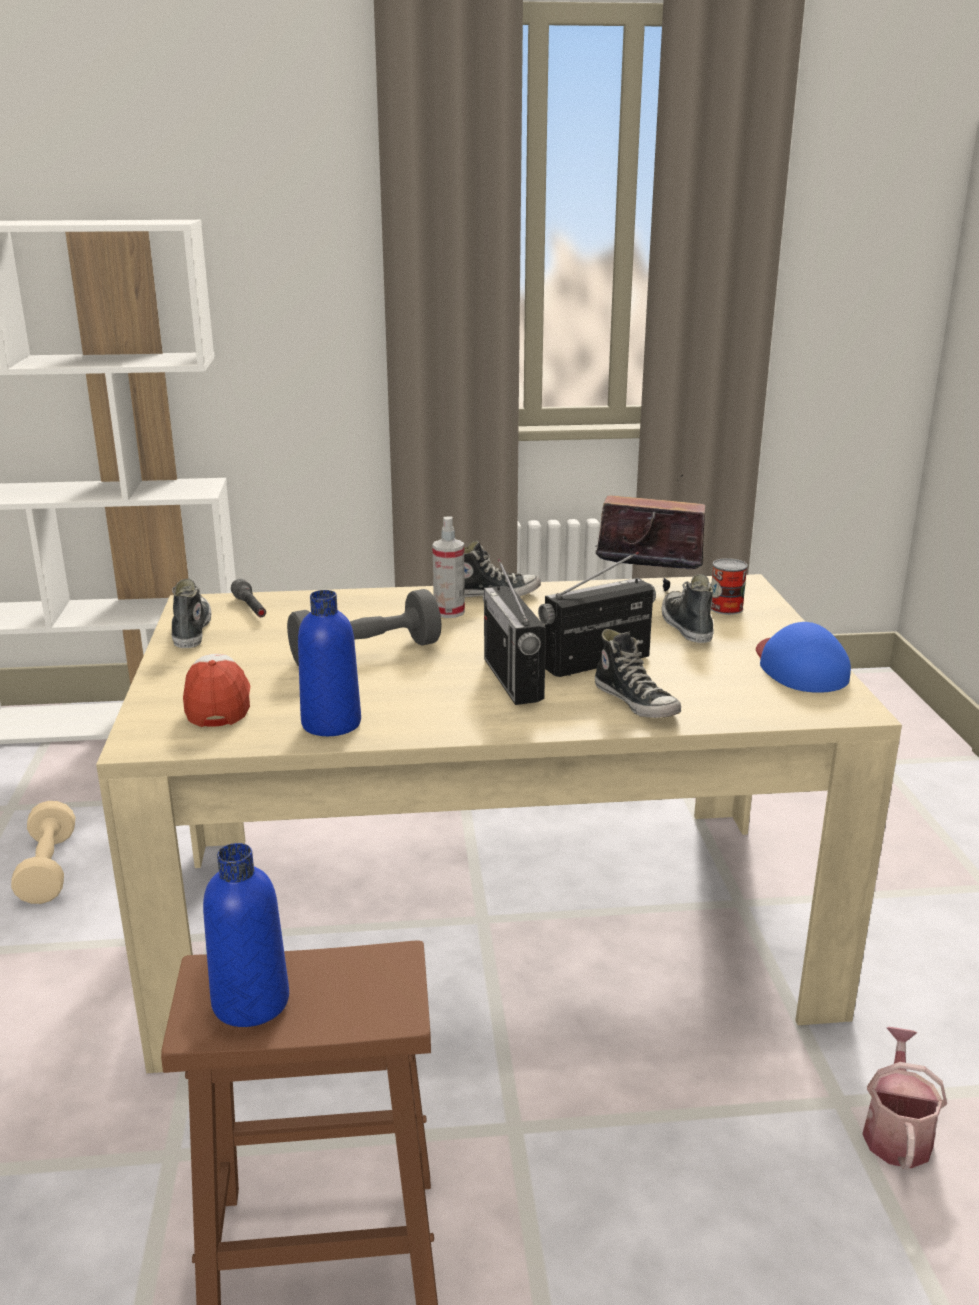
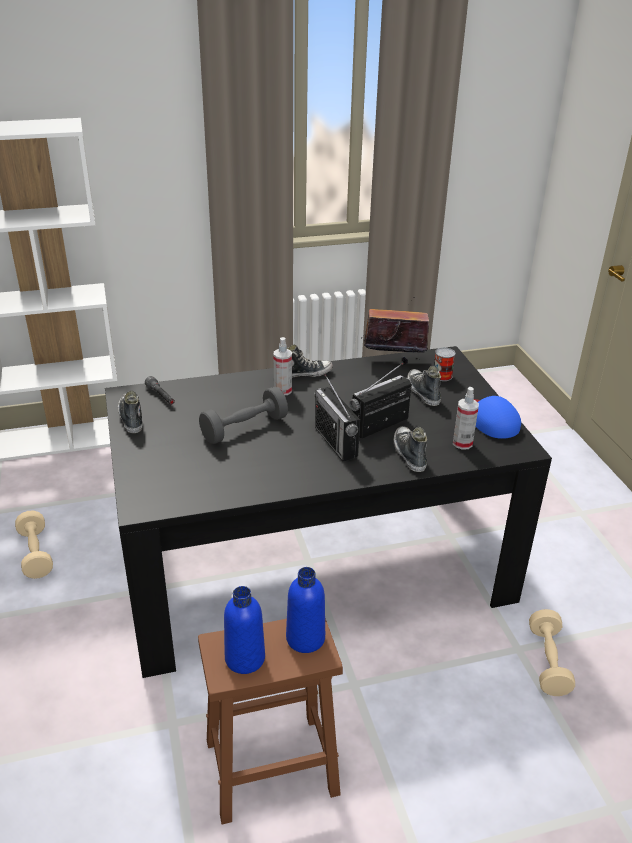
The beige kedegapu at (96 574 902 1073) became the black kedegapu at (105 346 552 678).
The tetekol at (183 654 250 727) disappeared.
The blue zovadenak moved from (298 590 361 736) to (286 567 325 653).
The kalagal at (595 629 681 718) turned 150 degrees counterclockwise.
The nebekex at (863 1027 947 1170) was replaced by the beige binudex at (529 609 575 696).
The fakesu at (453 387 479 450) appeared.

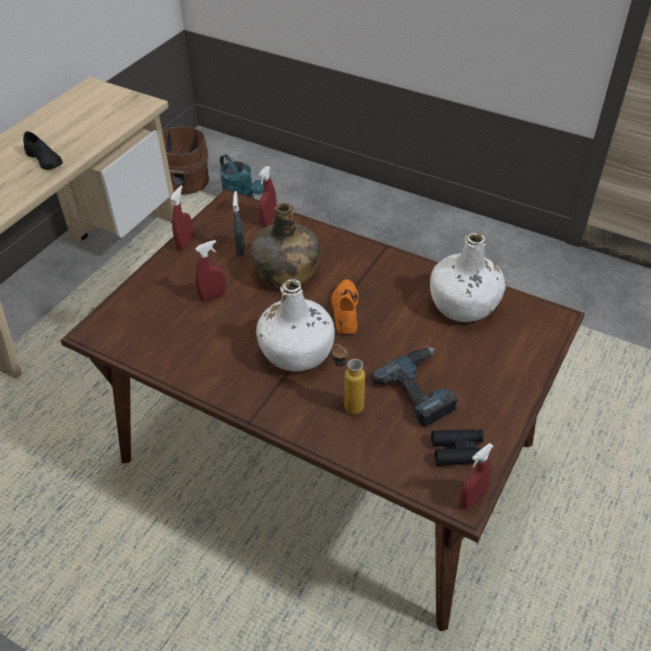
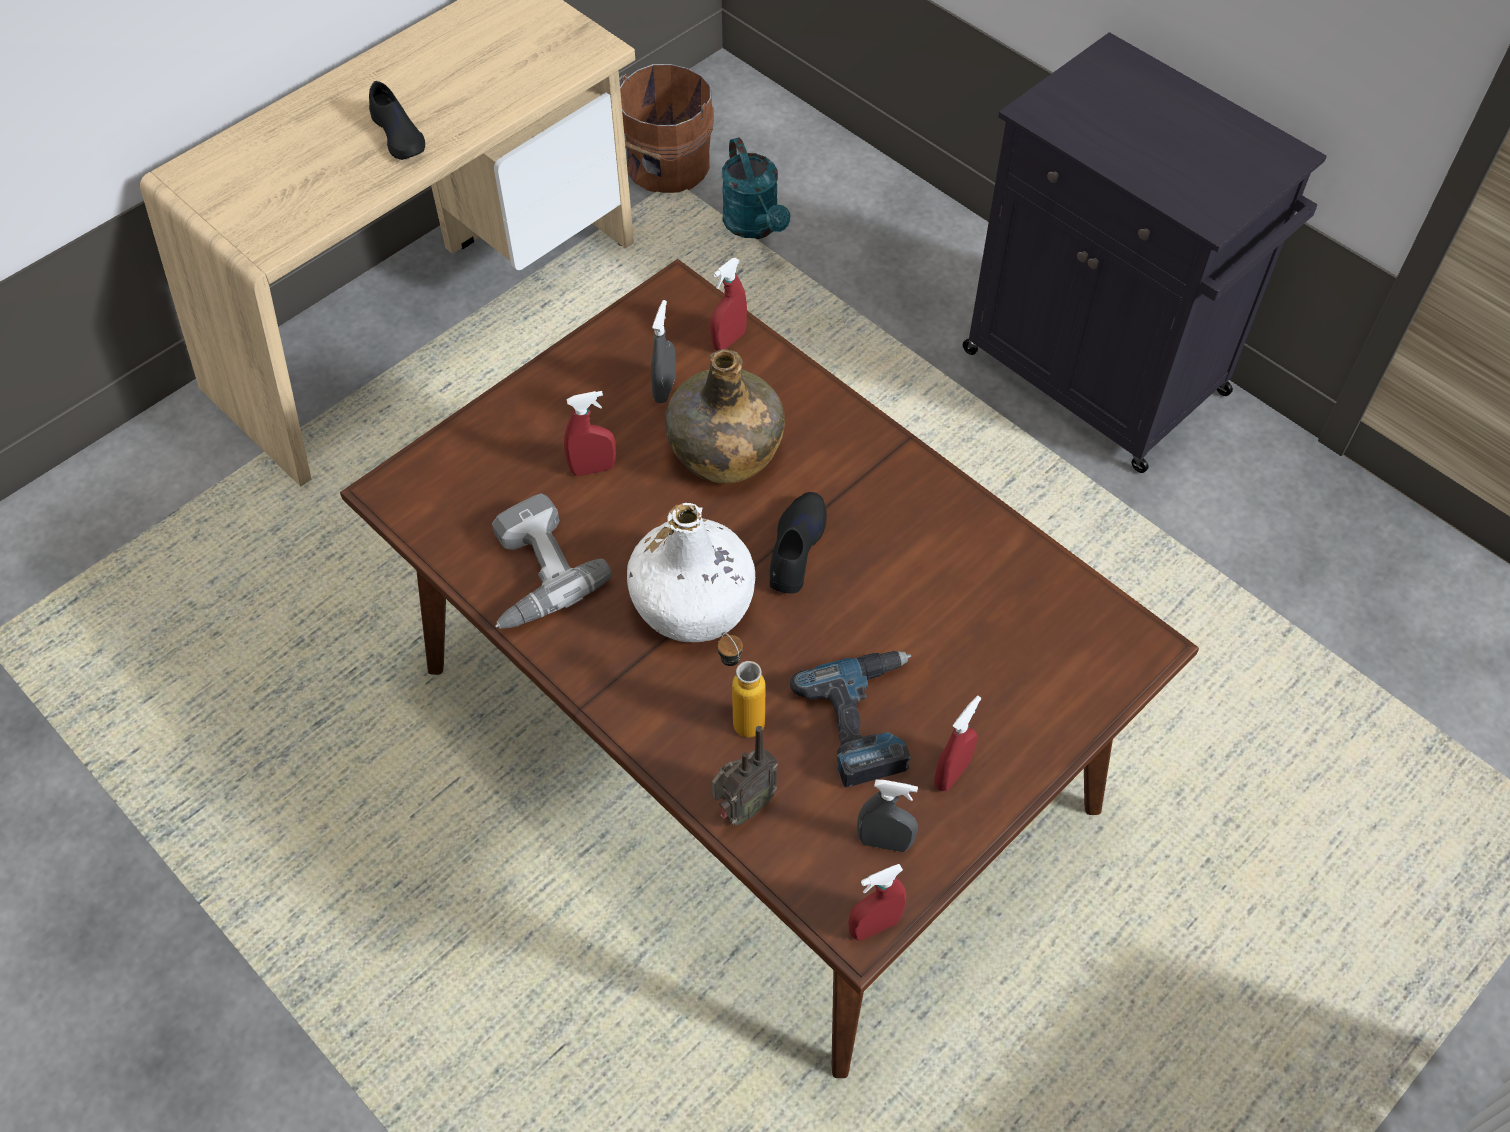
The red fakesu moved from (170 186 193 250) to (934 696 981 791).
The orange kalagal at (331 279 358 334) became the black kalagal at (770 492 827 594).
The white zovadenak at (430 233 506 322) disappeared.
The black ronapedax at (431 429 484 466) was replaced by the grey fakesu at (857 780 918 852).
The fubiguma at (492 493 612 629) appeared.
The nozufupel at (712 726 778 826) appeared.
The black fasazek at (963 32 1327 473) appeared.

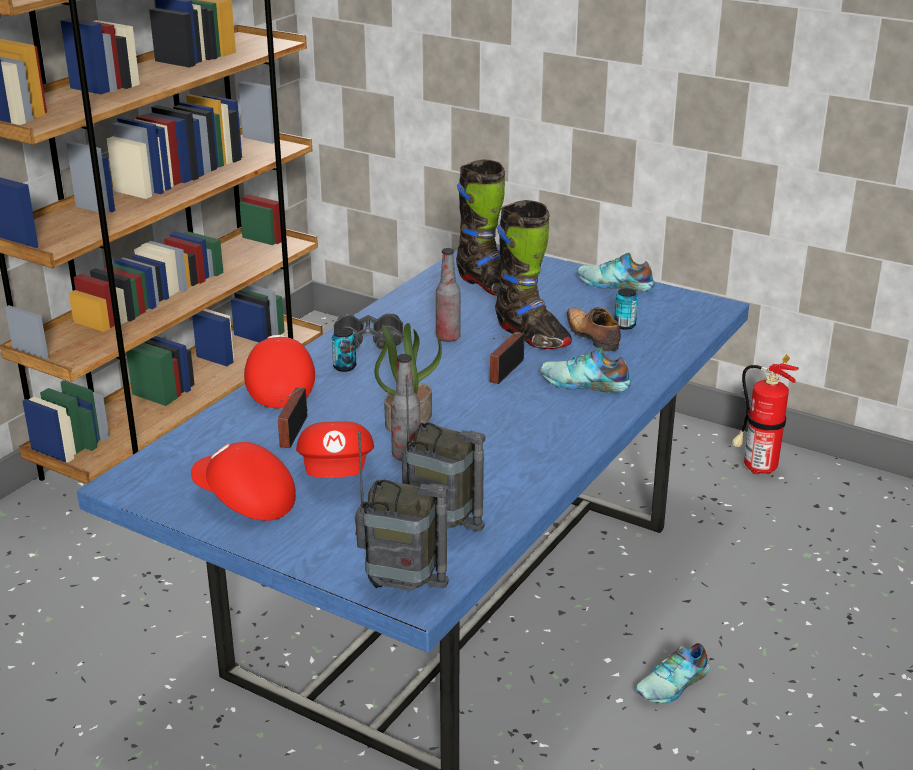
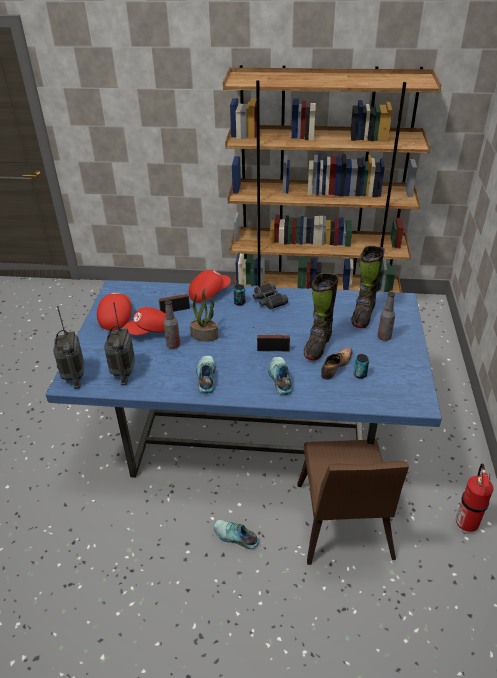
The zovadenak moved from (436 248 461 342) to (378 292 395 341).
The kalagal moved from (577 253 655 292) to (196 356 215 394).
The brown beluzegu at (297 439 409 565) appeared.

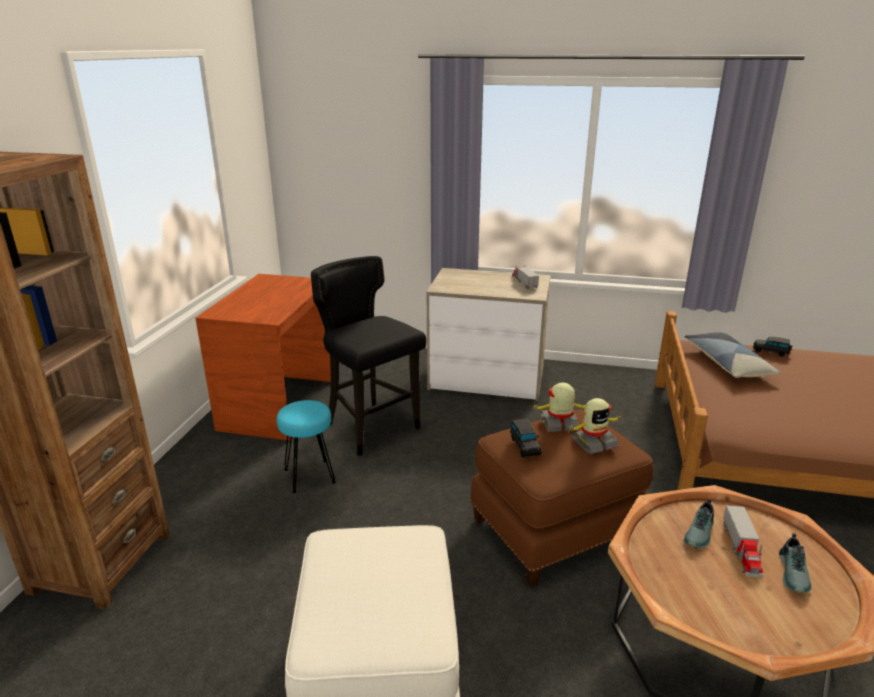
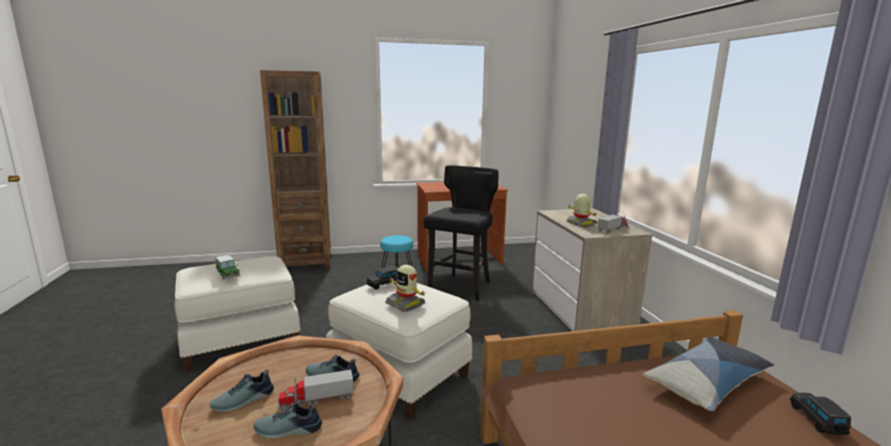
The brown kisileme at (470 410 654 587) became the white kisileme at (326 283 473 419).
The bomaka moved from (531 383 586 432) to (566 194 597 227).
The kalagal at (209 369 274 412) appeared.
The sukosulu at (215 254 240 280) appeared.

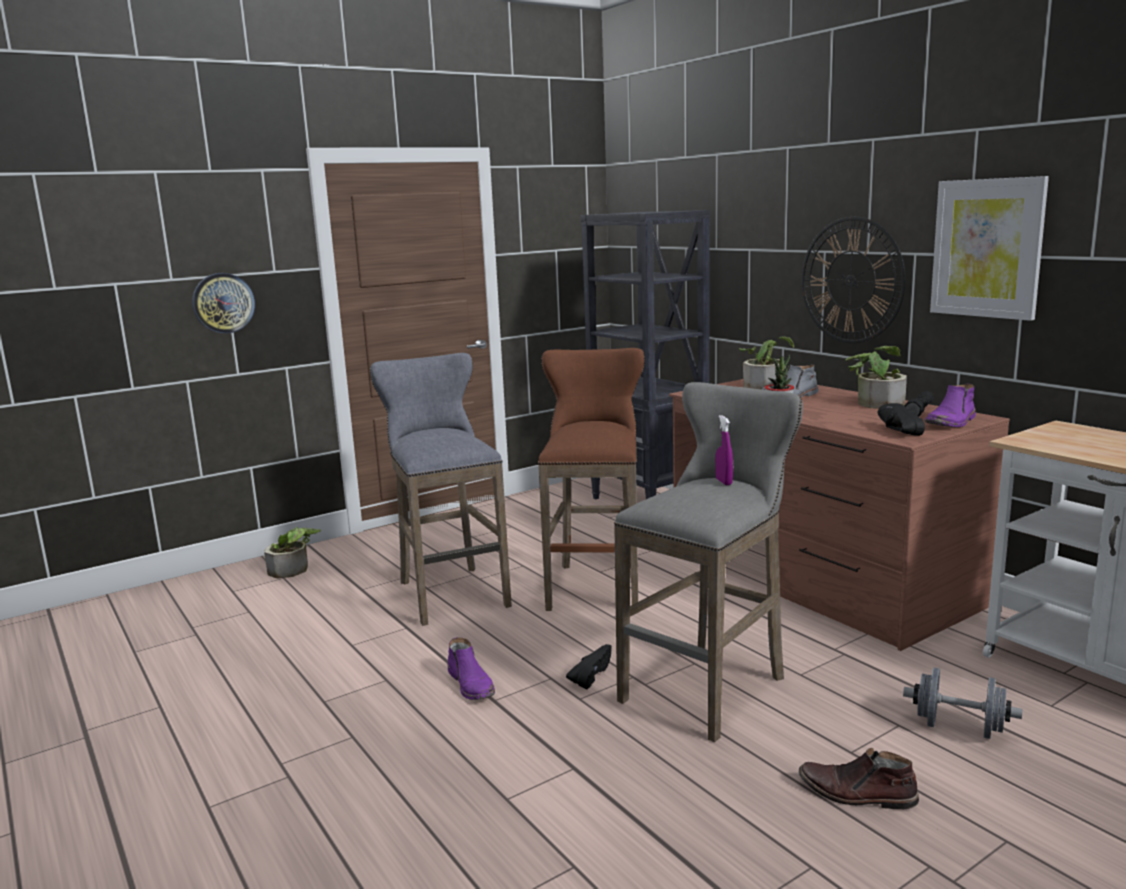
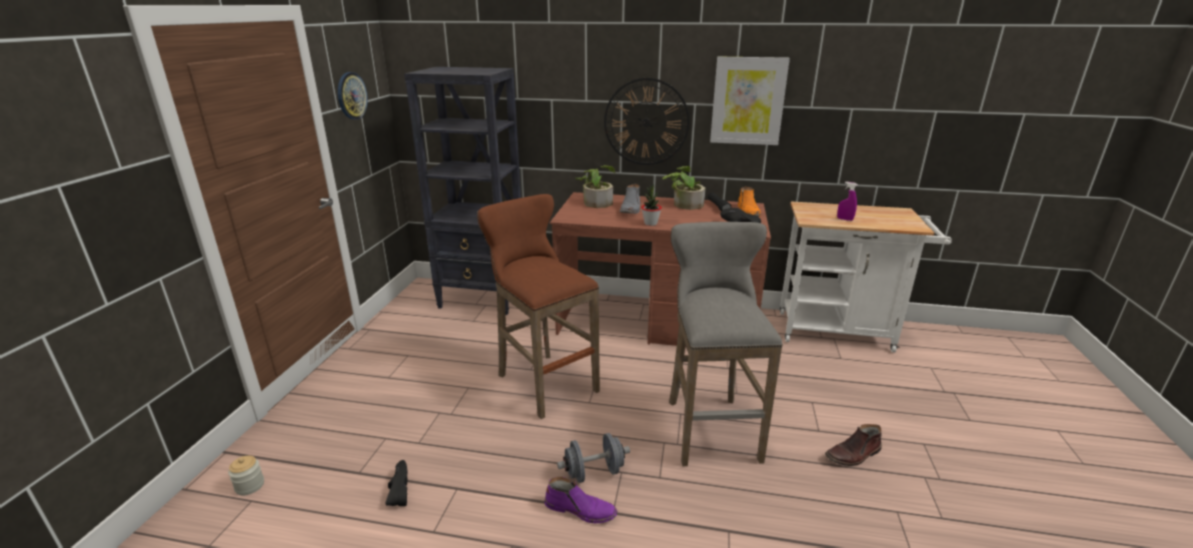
The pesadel moved from (192 273 255 333) to (338 72 368 119).
The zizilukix at (264 527 321 578) was replaced by the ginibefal at (228 456 264 496).
The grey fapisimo at (370 353 512 626) disappeared.
The black kalagal moved from (566 644 611 689) to (386 460 407 506).
The purple fakesu moved from (715 415 733 485) to (837 182 857 221).
The grey binudex moved from (903 667 1023 739) to (557 433 630 483).
The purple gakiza at (925 383 976 427) became the orange gakiza at (738 186 761 217).

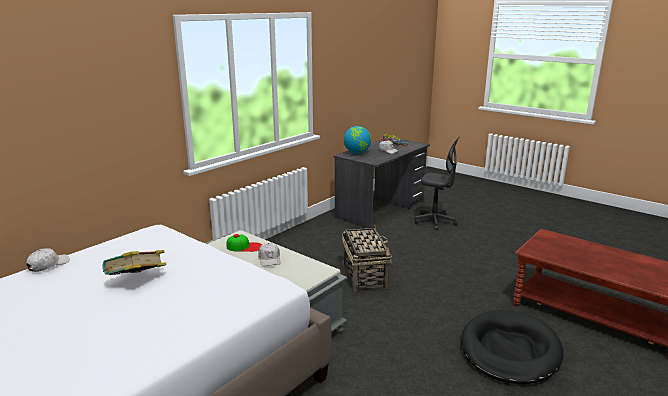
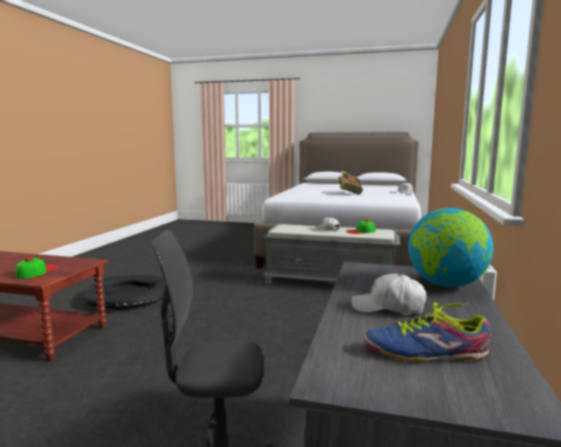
The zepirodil at (342 224 392 291) disappeared.
The tetekol at (15 257 58 279) appeared.

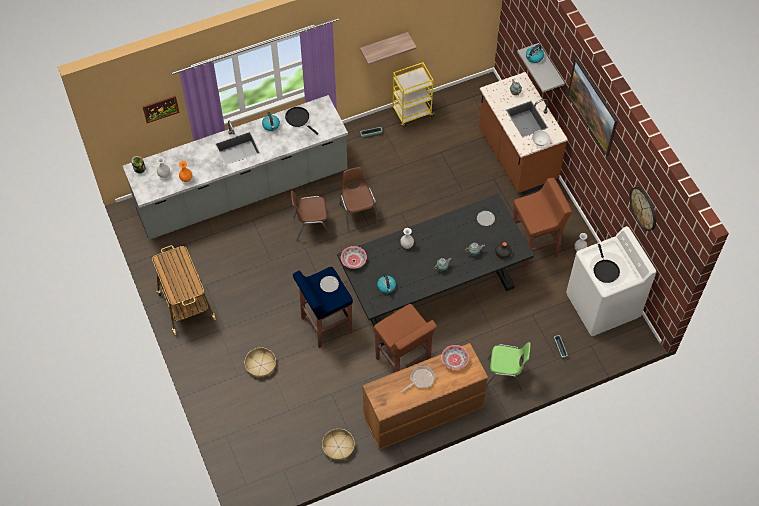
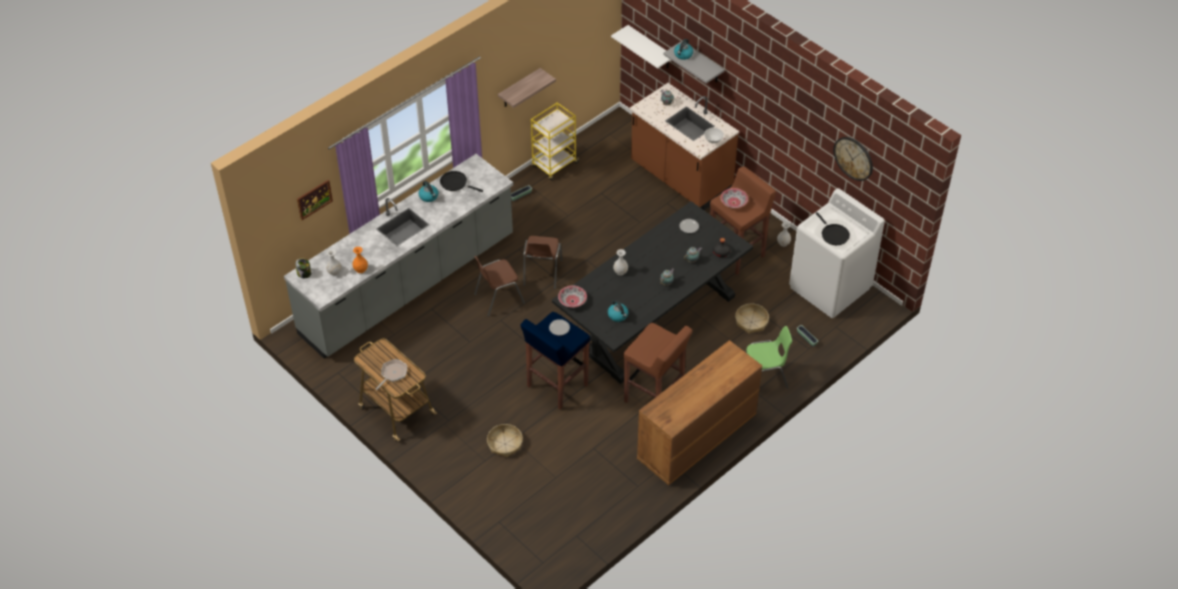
The zepirodil moved from (322 429 355 460) to (735 304 769 334).
The brown beluzegu at (339 167 378 233) turned 135 degrees counterclockwise.
The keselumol moved from (401 366 436 392) to (375 359 407 390).
The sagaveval moved from (441 345 469 370) to (721 188 748 208).
The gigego at (567 58 618 156) disappeared.
The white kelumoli at (611 25 670 69) appeared.

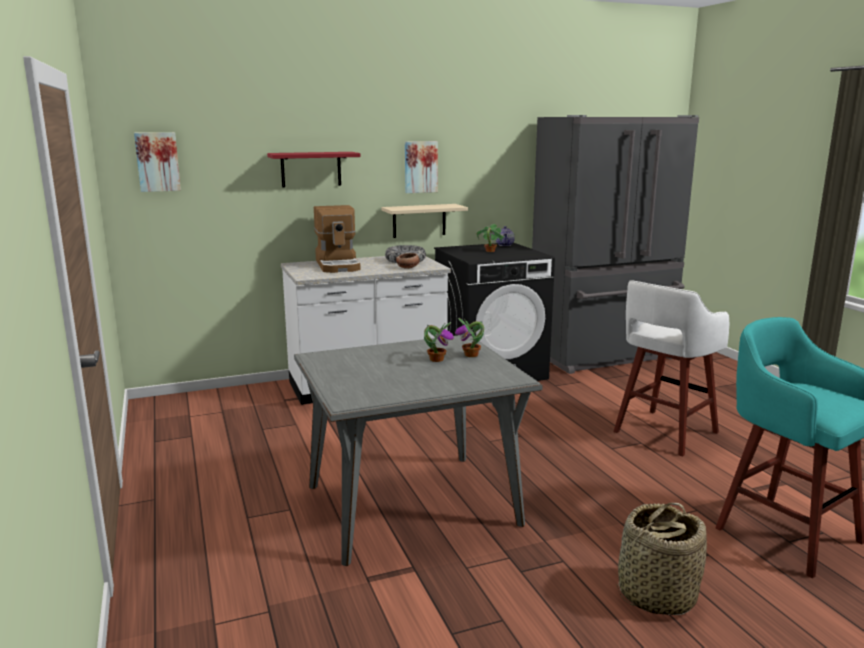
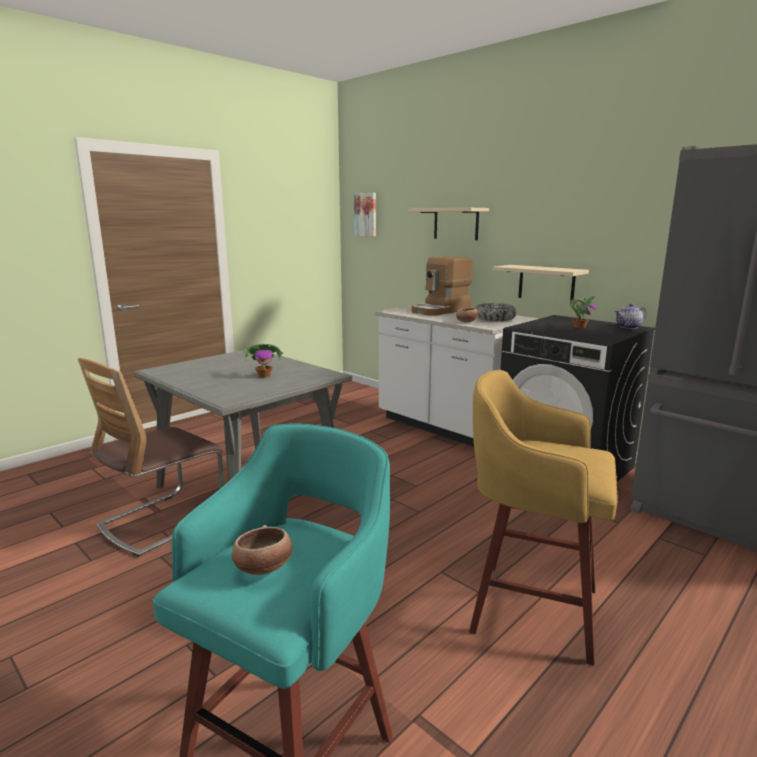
The red kelumoli at (267 152 361 188) became the beige kelumoli at (408 208 489 240).
The gigego at (405 141 438 193) disappeared.
The zizilukix at (455 318 484 357) disappeared.
The white fapisimo at (613 280 729 457) became the yellow fapisimo at (469 370 618 666).
The zepirodil at (616 503 707 615) disappeared.
The beluzegu at (78 358 224 557) appeared.
The sagaveval at (232 525 293 575) appeared.

